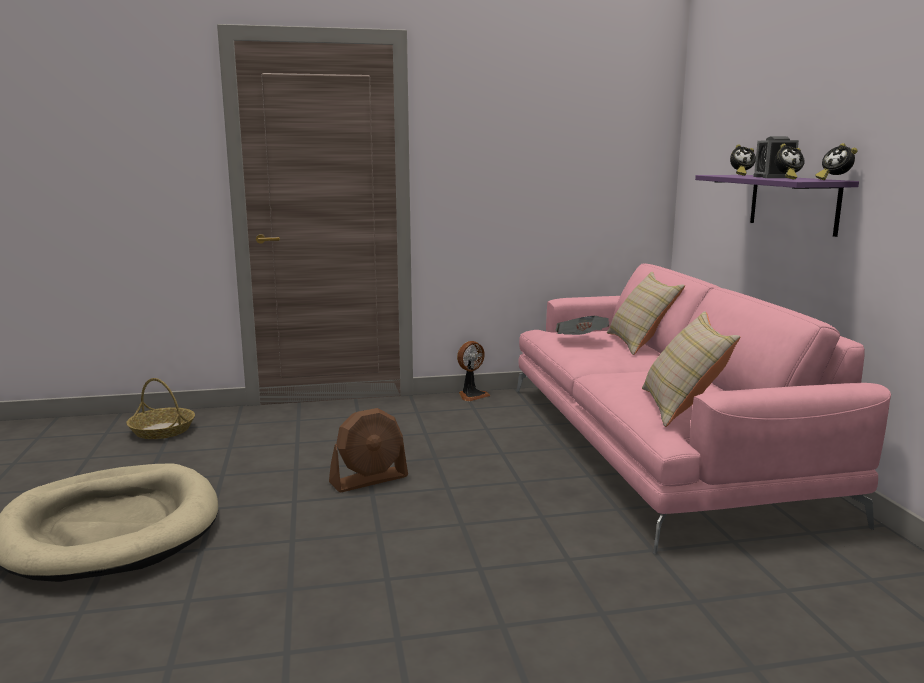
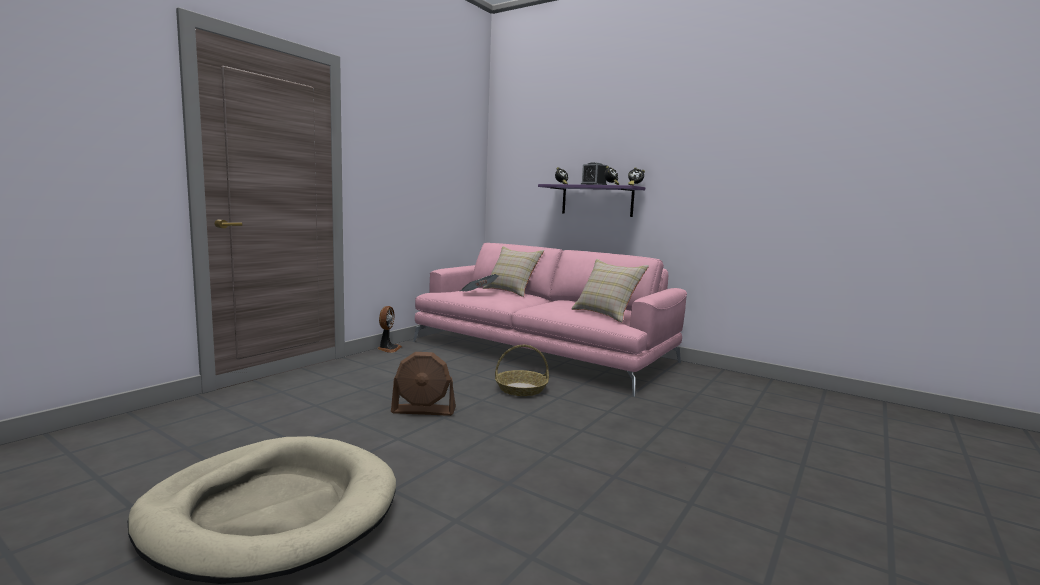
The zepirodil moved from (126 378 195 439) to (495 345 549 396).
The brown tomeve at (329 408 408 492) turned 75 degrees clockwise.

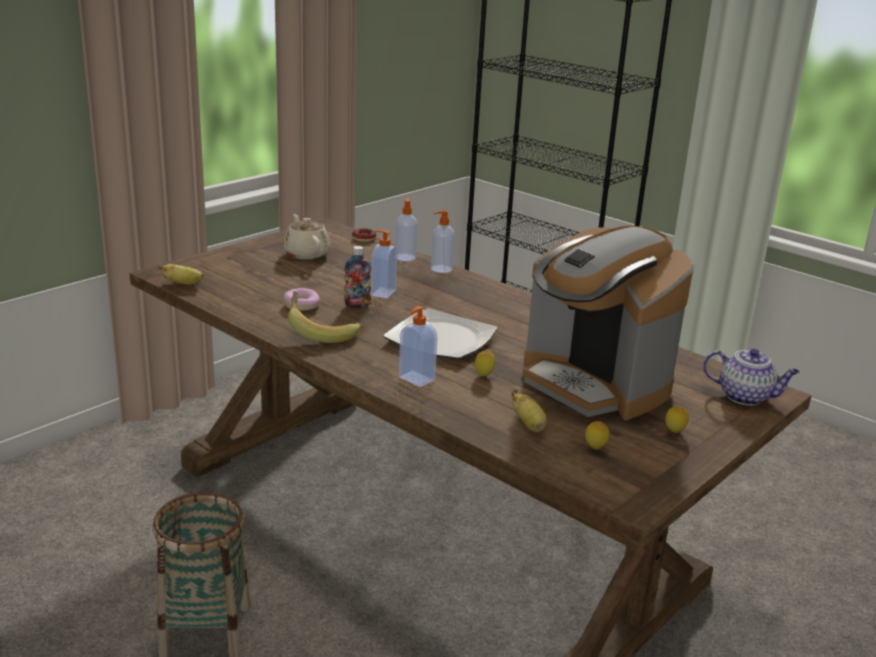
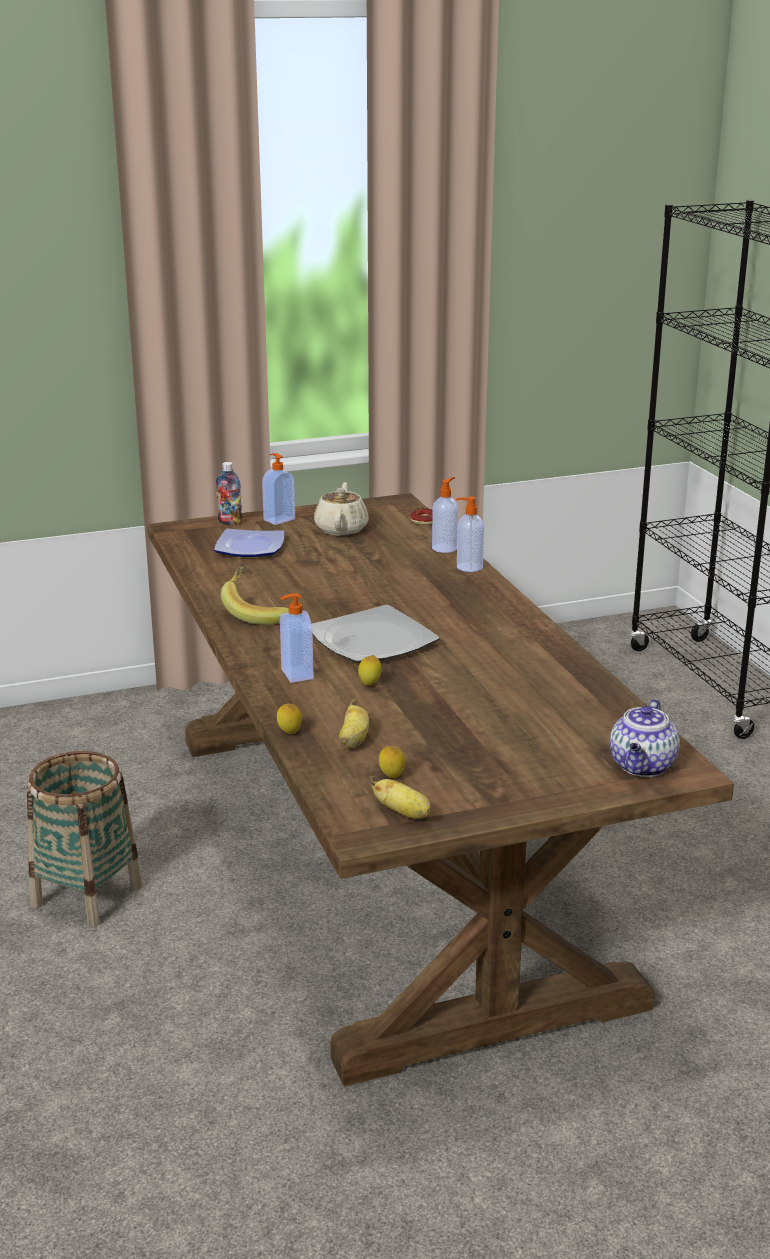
The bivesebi moved from (158 264 204 284) to (369 776 431 819).
The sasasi at (283 288 320 311) disappeared.
The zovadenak moved from (344 246 371 308) to (216 462 242 525).
The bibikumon moved from (371 230 398 298) to (262 453 295 525).
The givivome at (523 226 694 420) disappeared.
The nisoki moved from (665 406 689 433) to (277 703 302 734).
The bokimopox at (703 348 800 405) turned 60 degrees clockwise.
The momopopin at (214 528 285 557) appeared.

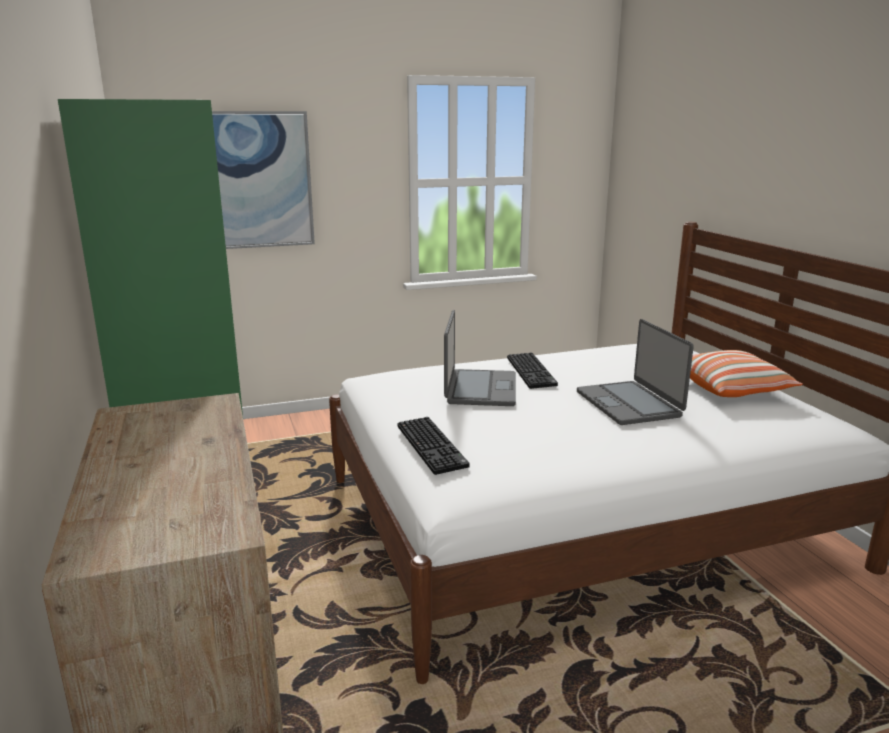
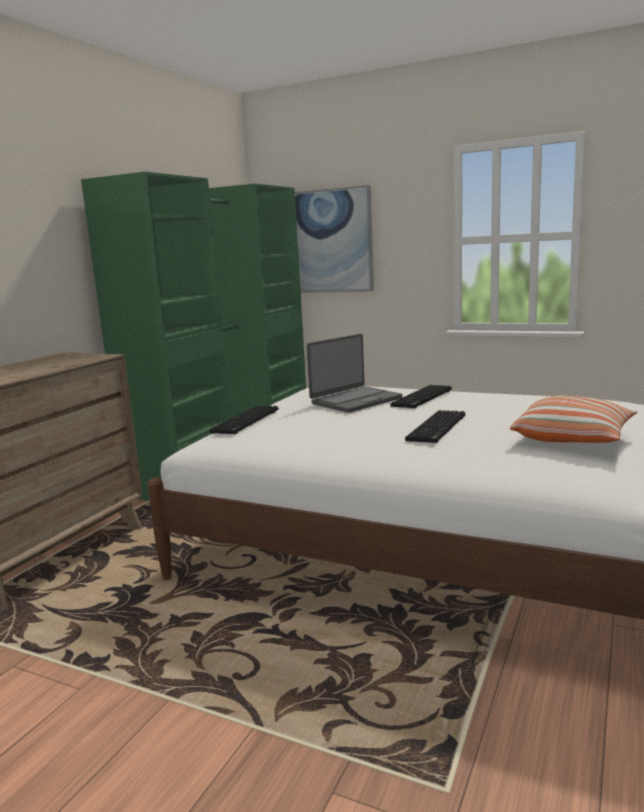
The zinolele at (577 319 694 425) was replaced by the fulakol at (405 410 465 443).

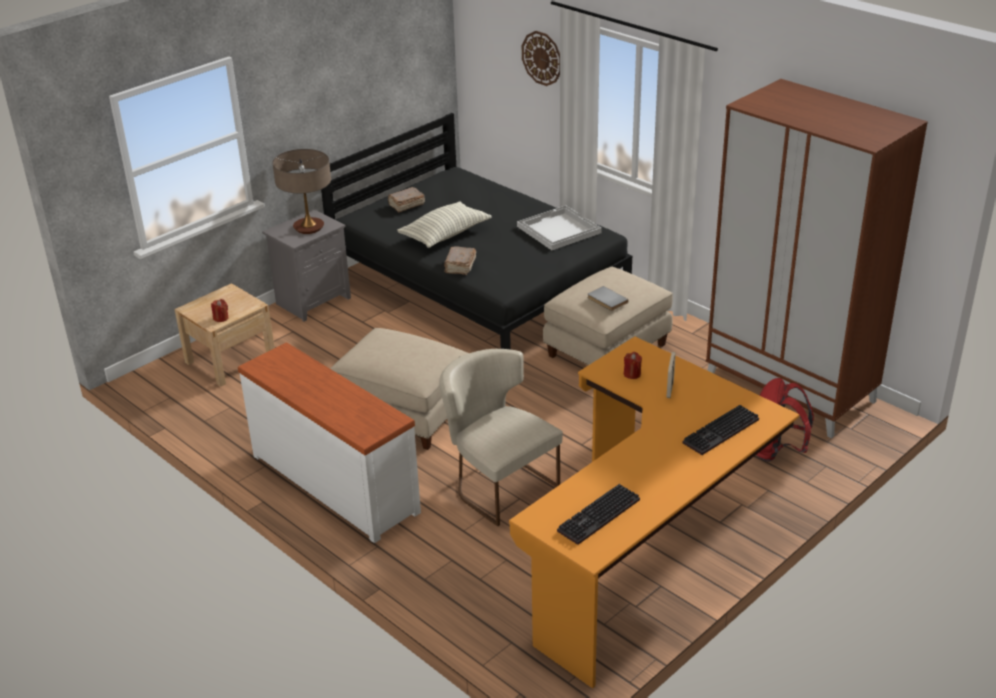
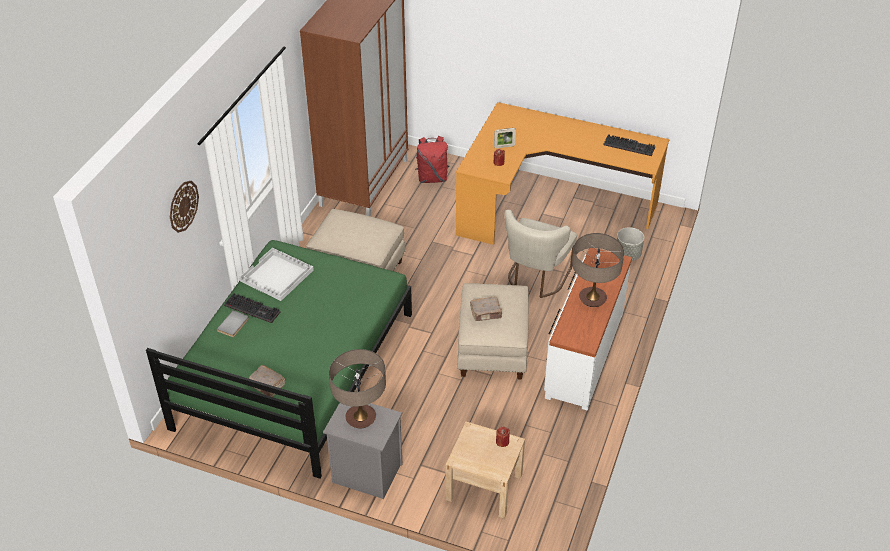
The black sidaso at (321 113 632 350) became the green sidaso at (146 240 412 479).
The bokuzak at (397 201 492 248) disappeared.
The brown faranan moved from (444 246 476 275) to (470 296 503 321).
The grey faranan moved from (587 286 628 311) to (217 310 249 337).
The fulakol moved from (683 405 759 455) to (224 293 281 323).
The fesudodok at (572 233 624 307) appeared.
The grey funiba at (617 227 644 261) appeared.

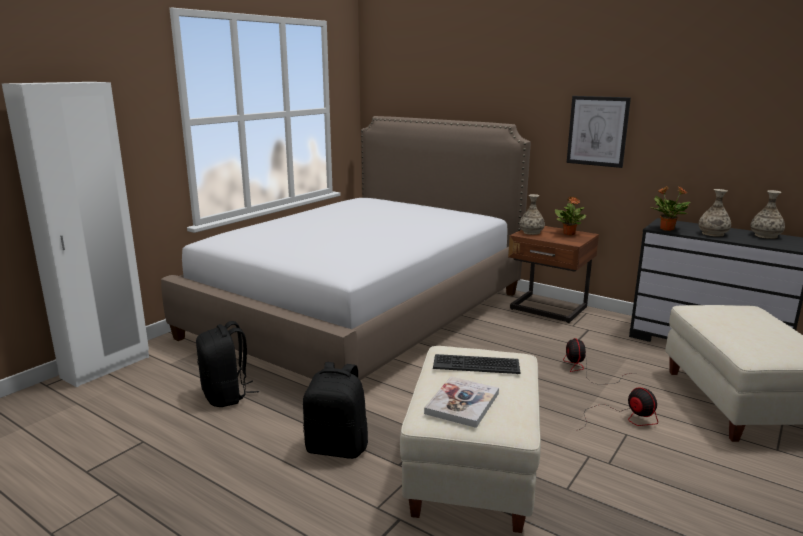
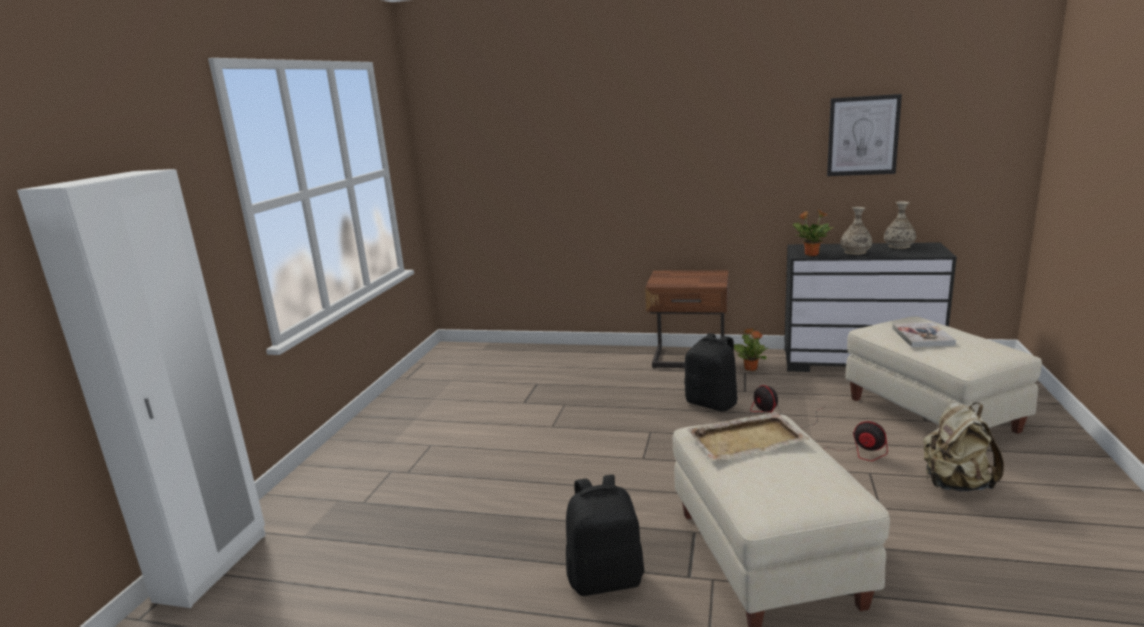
The sidaso at (161 116 531 380) disappeared.
The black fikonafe moved from (196 321 259 407) to (684 333 738 412).
The faranan moved from (424 377 499 428) to (892 322 956 347).
The fulakol at (433 354 521 374) was replaced by the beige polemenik at (687 412 809 462).
The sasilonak at (519 194 545 235) disappeared.
The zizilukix moved from (555 196 586 235) to (734 328 768 371).
The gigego moved from (567 96 631 168) to (827 94 902 176).
The beige fikonafe at (923 402 1004 492) appeared.

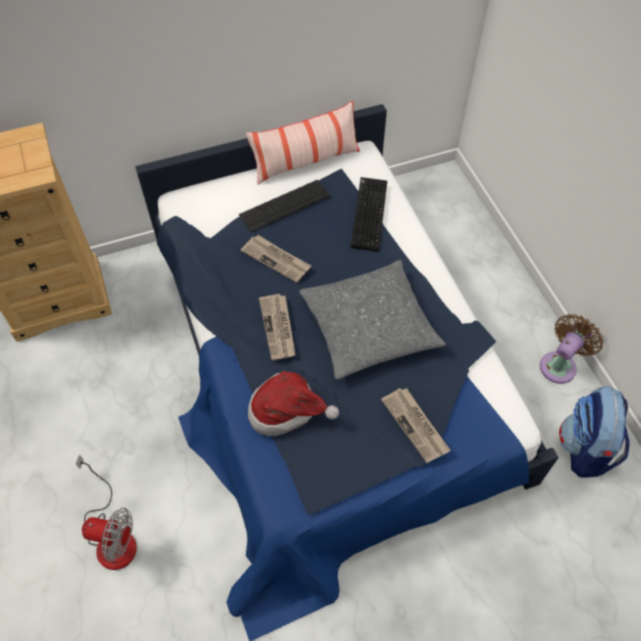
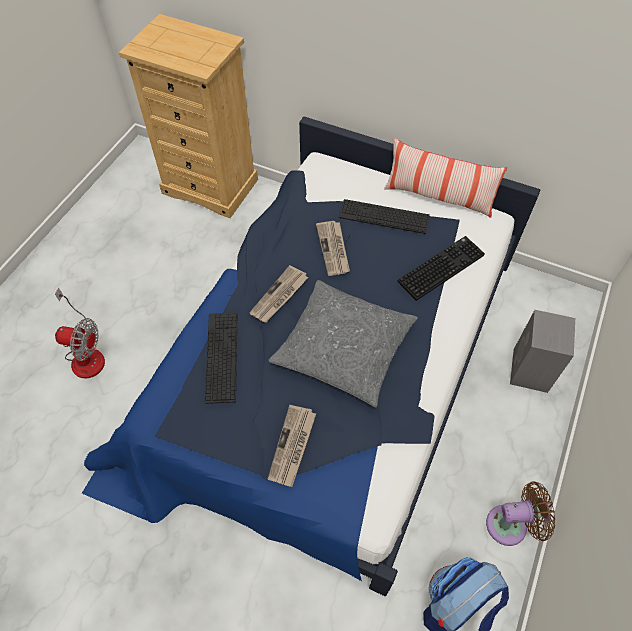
The tomeve at (76 454 137 570) turned 45 degrees counterclockwise.
The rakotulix at (248 371 339 436) was replaced by the fulakol at (205 313 237 404).
The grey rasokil at (510 310 575 393) appeared.

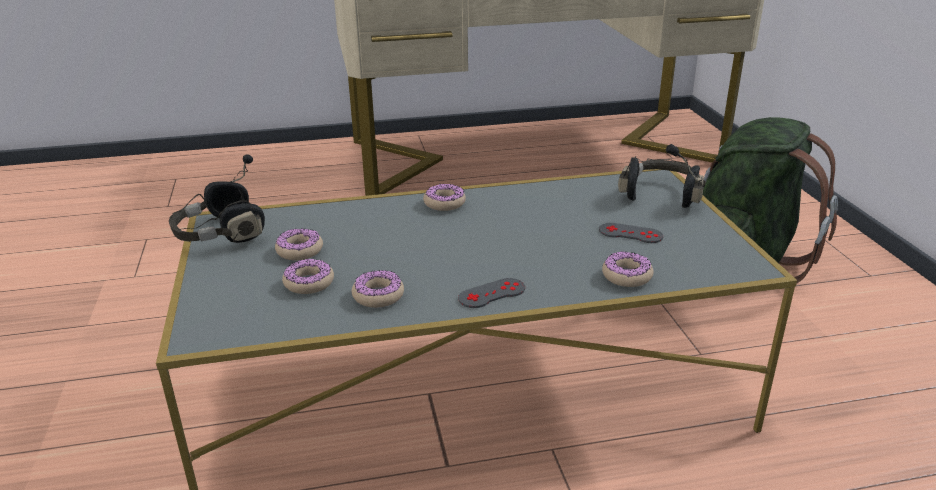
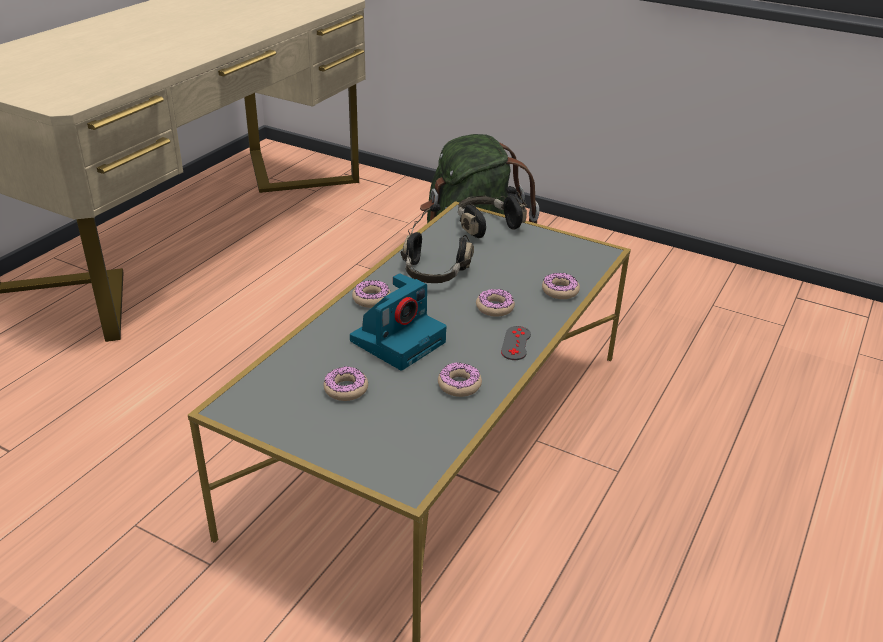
The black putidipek moved from (169 154 265 243) to (401 204 474 283).
The sasasi moved from (282 259 334 294) to (476 289 515 317).
The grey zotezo at (599 223 663 243) disappeared.
The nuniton at (350 273 446 371) appeared.

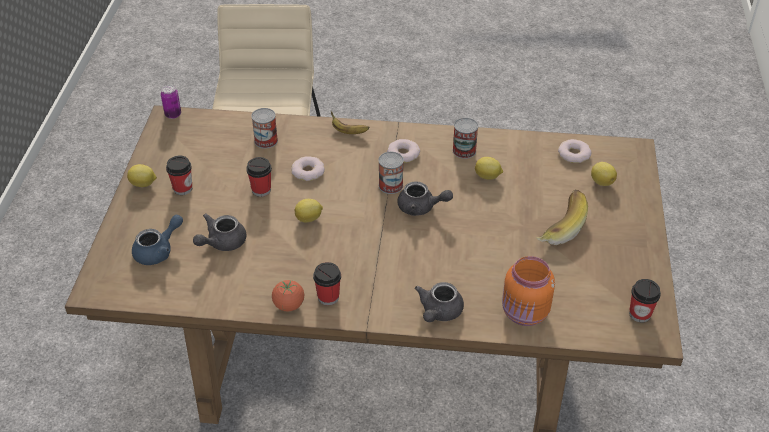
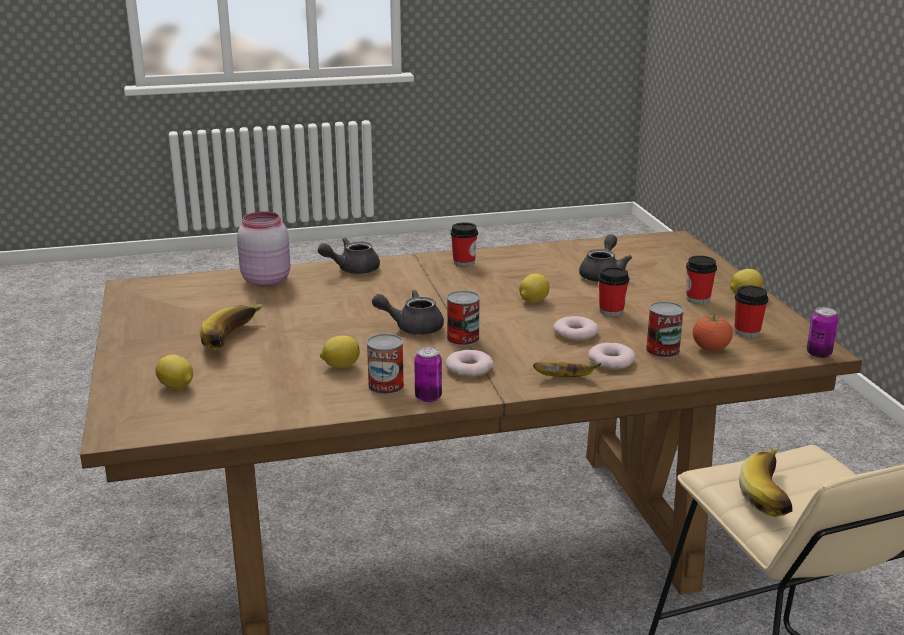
The blue bokimopox at (132 215 183 265) disappeared.
The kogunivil moved from (272 280 304 311) to (693 314 733 351).
The grey bokimopox at (415 282 464 322) turned 120 degrees counterclockwise.
The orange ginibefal at (502 256 555 326) became the pink ginibefal at (237 211 290 287).
The sasasi moved from (558 139 591 163) to (588 343 635 370).
The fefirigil moved from (629 279 661 322) to (735 285 768 338).
The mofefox at (414 347 442 402) appeared.
The bivesebi at (739 448 793 517) appeared.

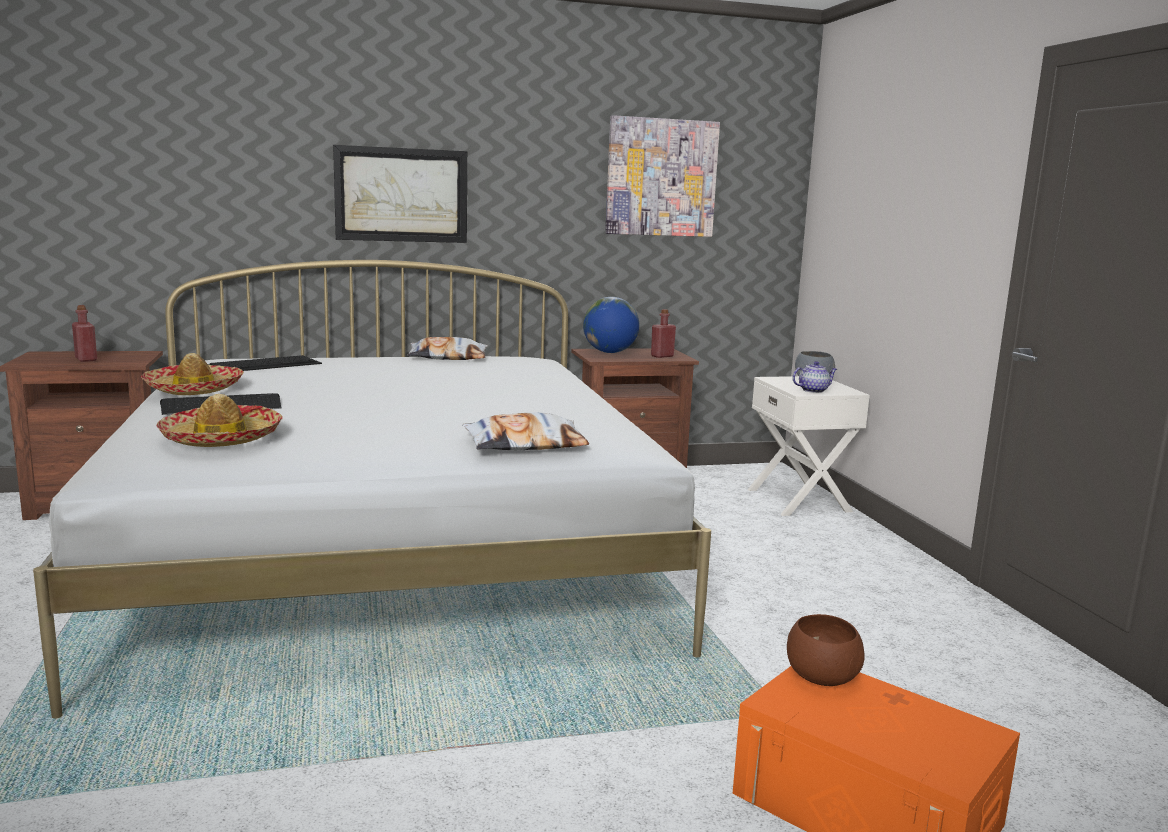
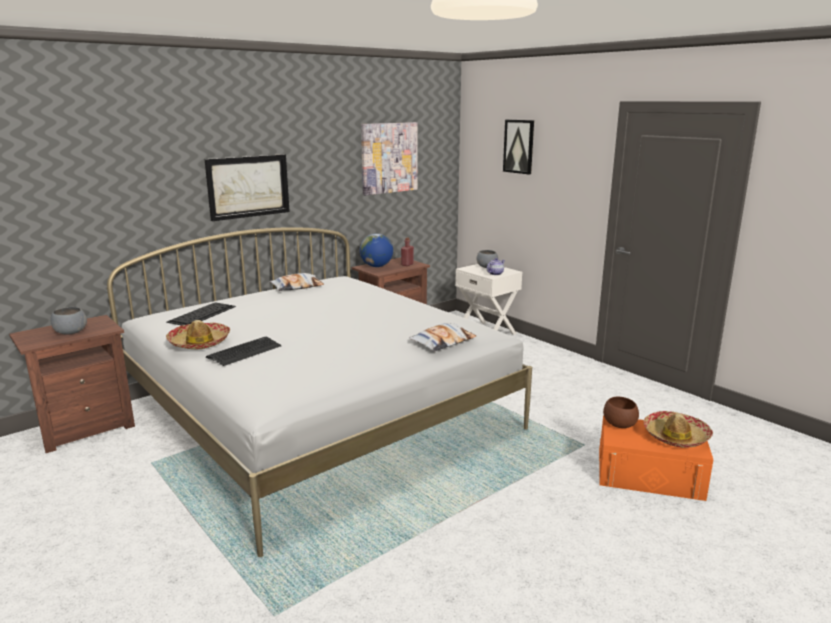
The red zovadenak at (72 305 97 362) was replaced by the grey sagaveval at (50 307 87 335).
The rakotulix moved from (156 394 283 447) to (644 411 713 448).
The gigego at (503 120 534 174) appeared.

